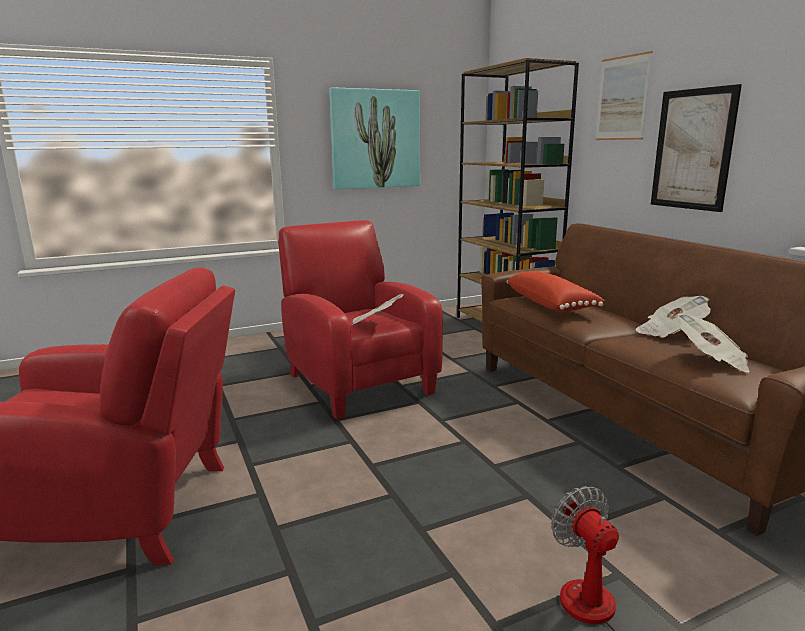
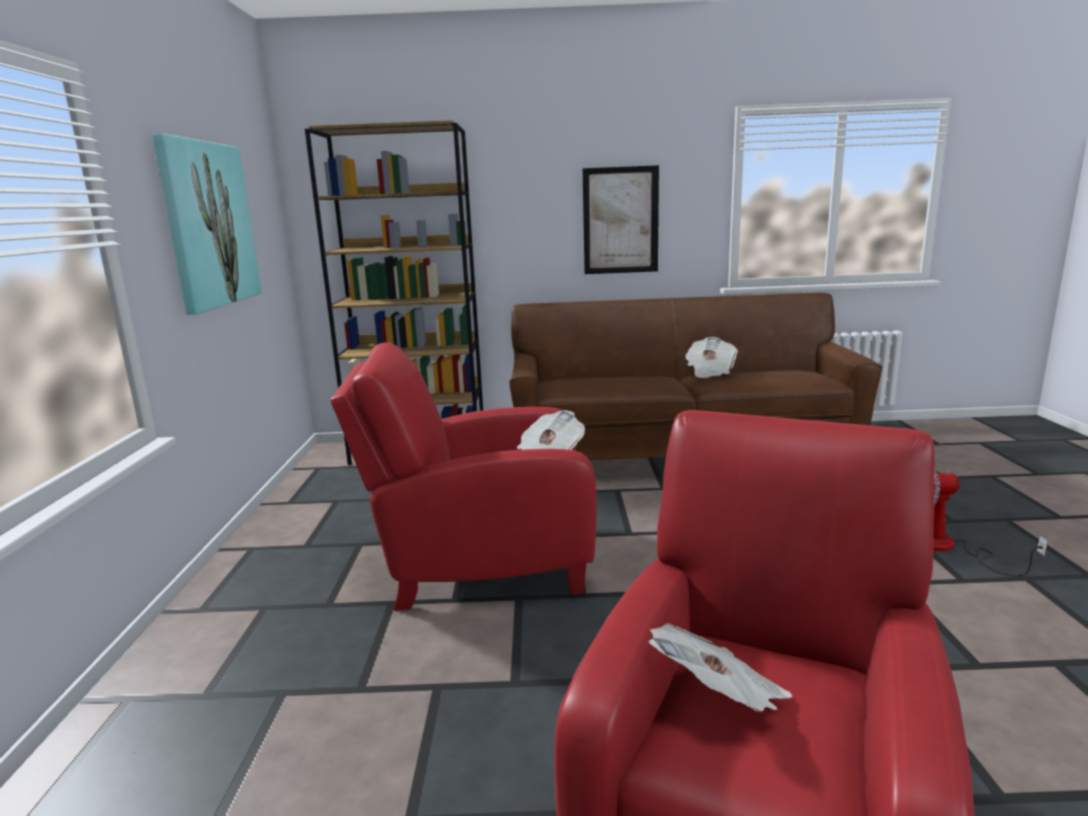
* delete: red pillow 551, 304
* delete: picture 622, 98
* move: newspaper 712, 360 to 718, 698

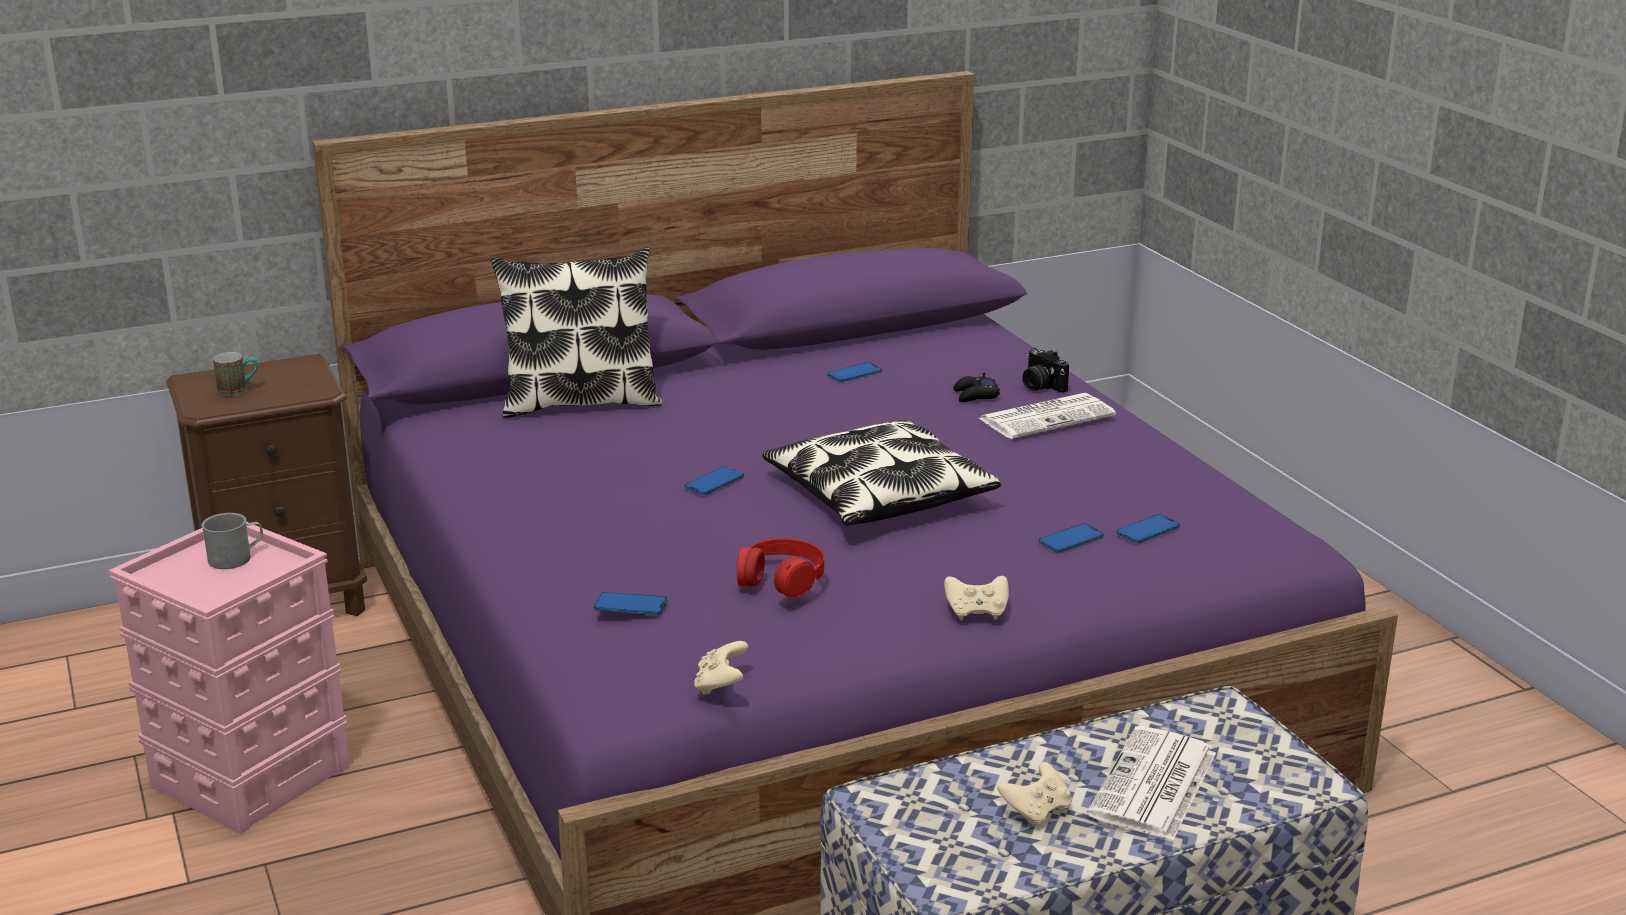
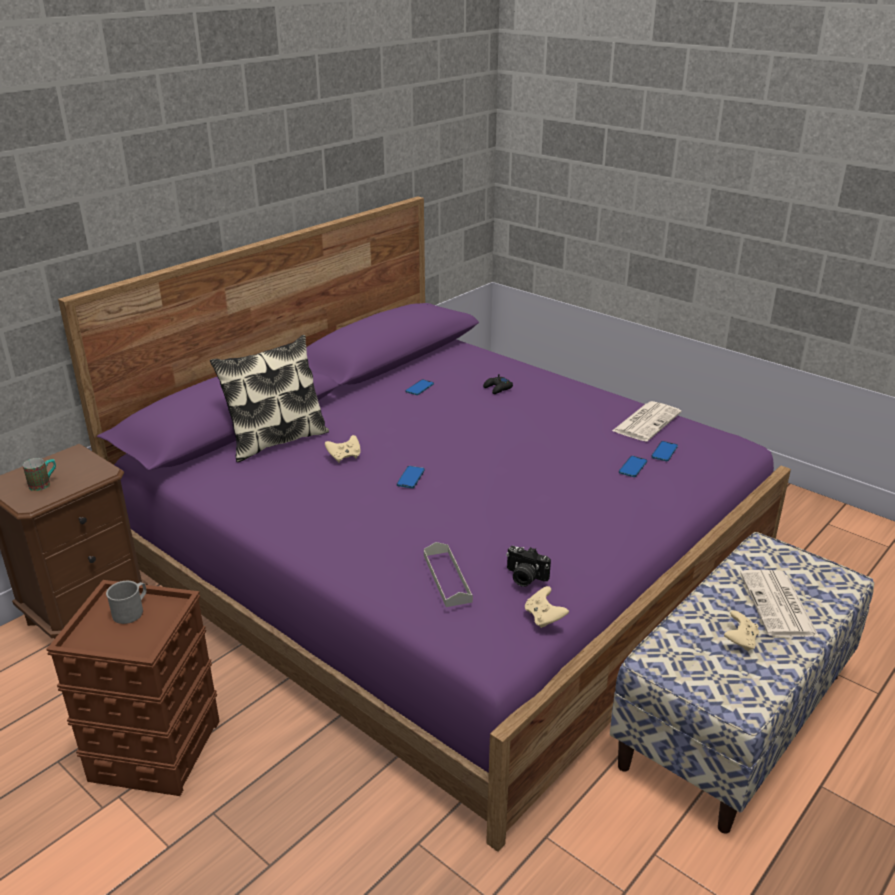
* delete: red headphones 781, 578
* delete: pillow 878, 495
* move: beige game controller 976, 612 to 344, 457
* move: newspaper 1047, 417 to 646, 421
* move: photo camera 1040, 386 to 524, 577
* replace: phone 630, 605 to grey tray 447, 578
* recolor: pink storage box 251, 775 to brown storage box 155, 749

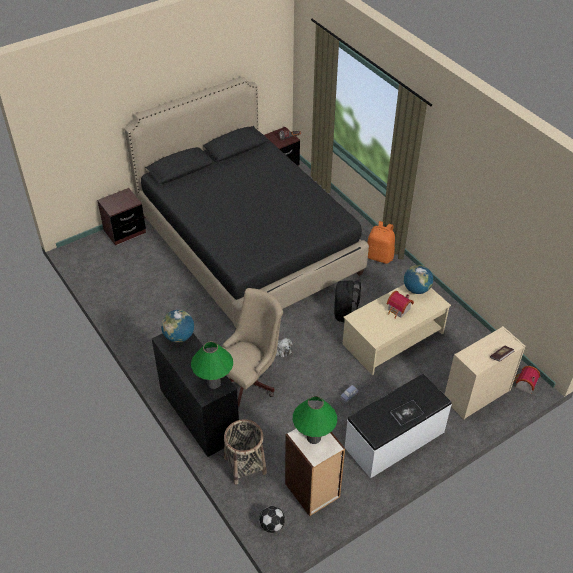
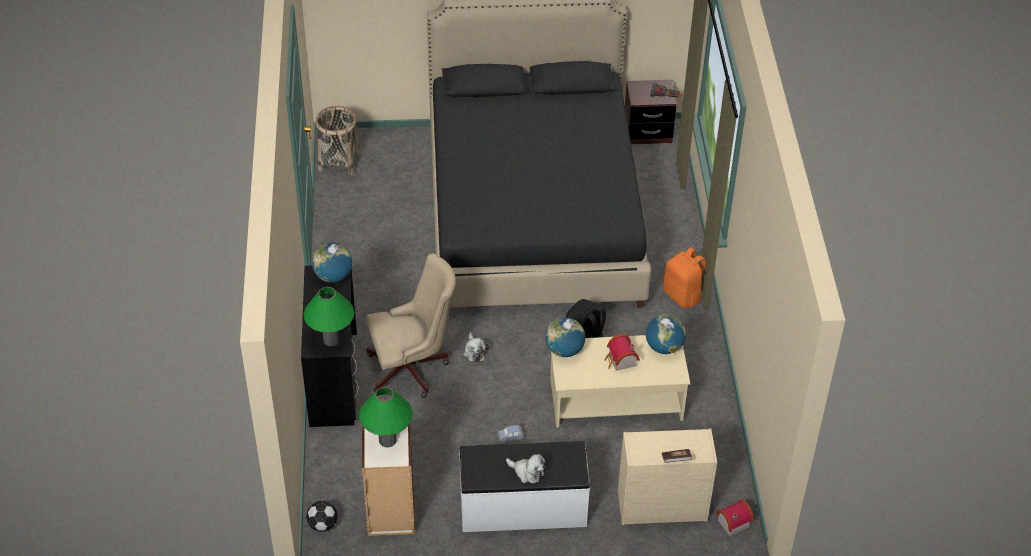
* delete: brown nightstand 125, 231
* insert: globe 564, 350
* move: basket 245, 465 to 339, 161
* replace: book 406, 413 to plush toy 527, 472

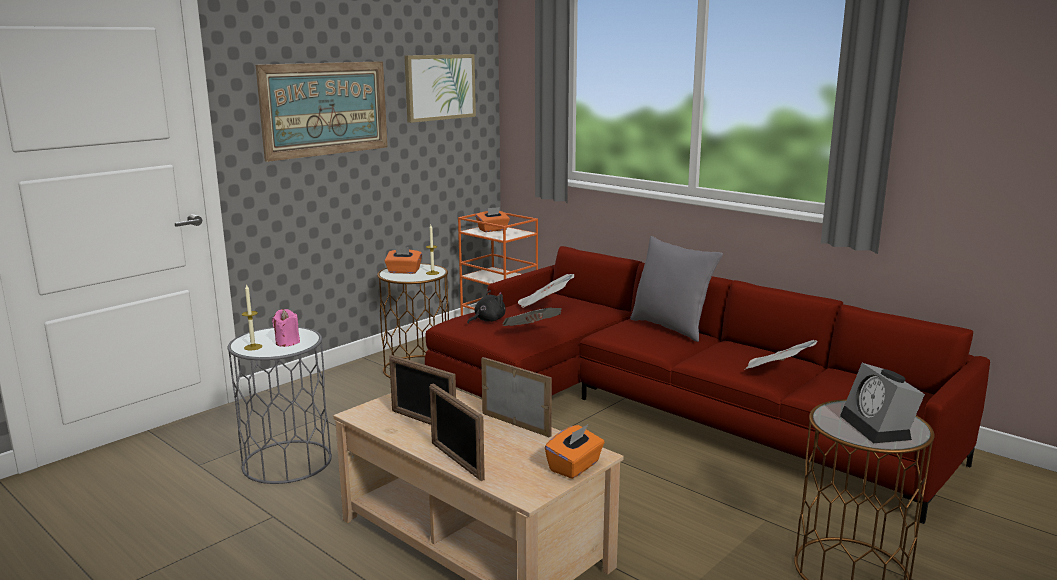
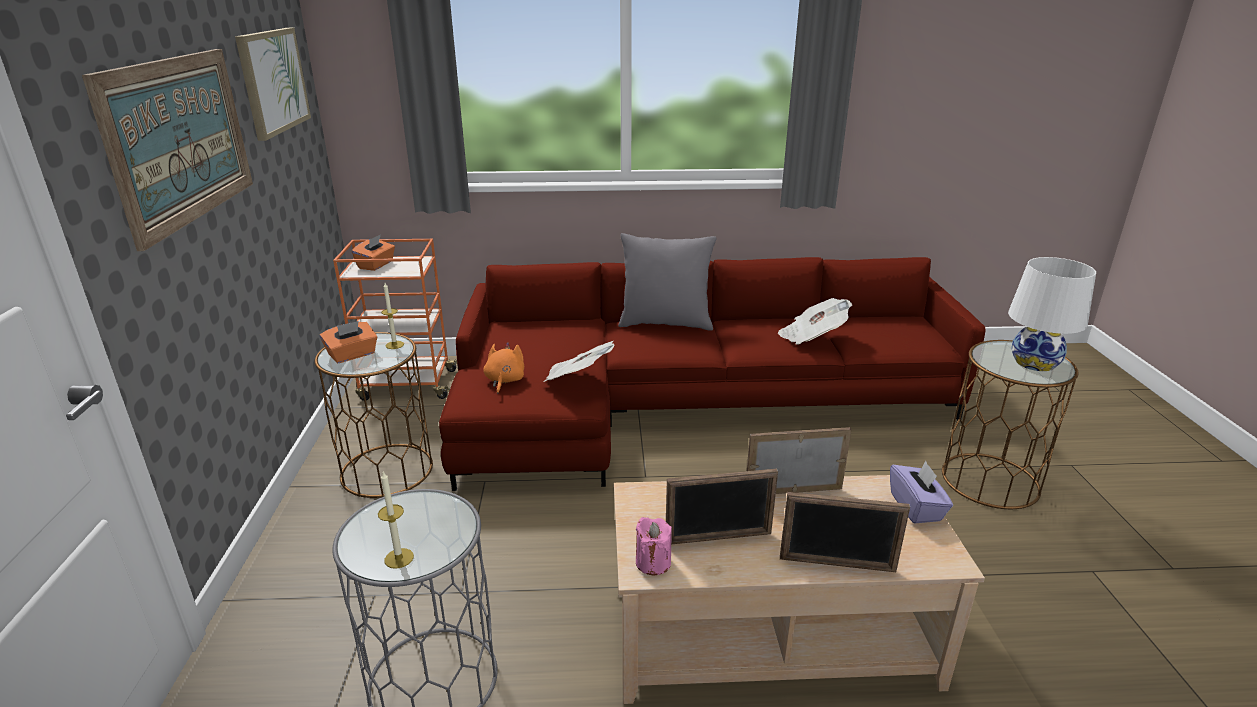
* delete: newspaper 544, 305
* move: pink candle 287, 342 to 653, 562
* replace: alarm clock 879, 428 to white table lamp 1034, 363
* recolor: black plush toy 487, 320 to orange plush toy 504, 381
* recolor: orange tissue box 575, 467 to purple tissue box 916, 507

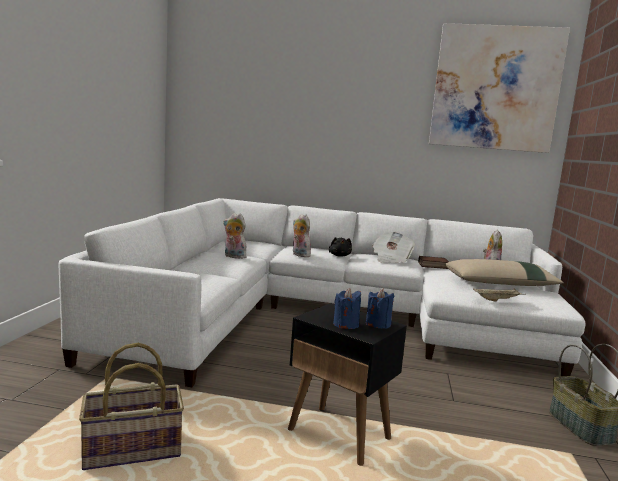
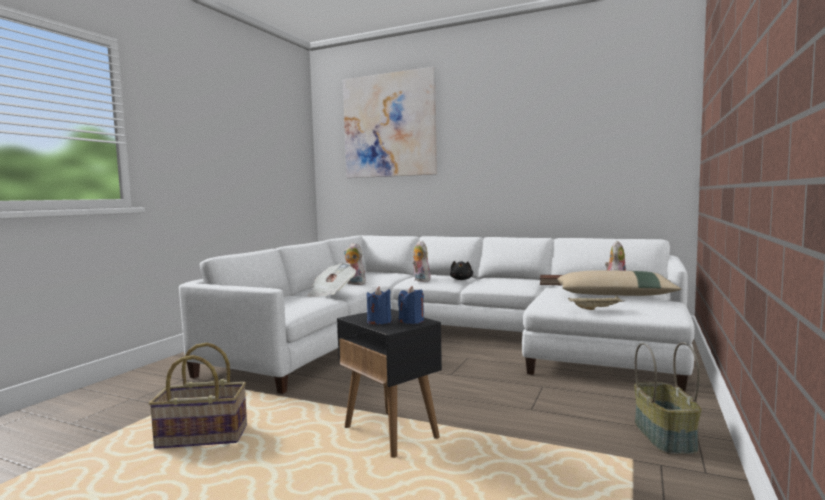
* move: newspaper 391, 259 to 331, 293
* move: picture 495, 88 to 389, 125

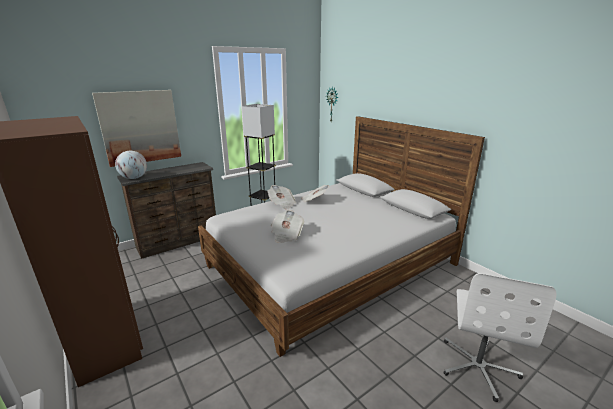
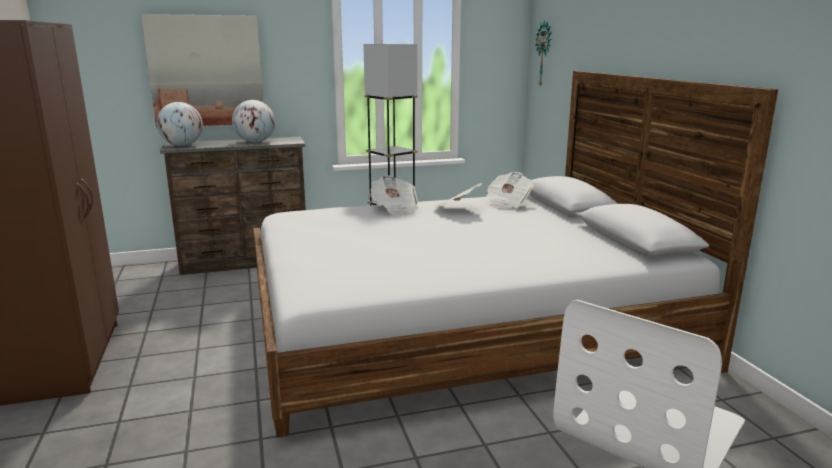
* insert: globe 255, 142
* move: newspaper 286, 235 to 507, 204

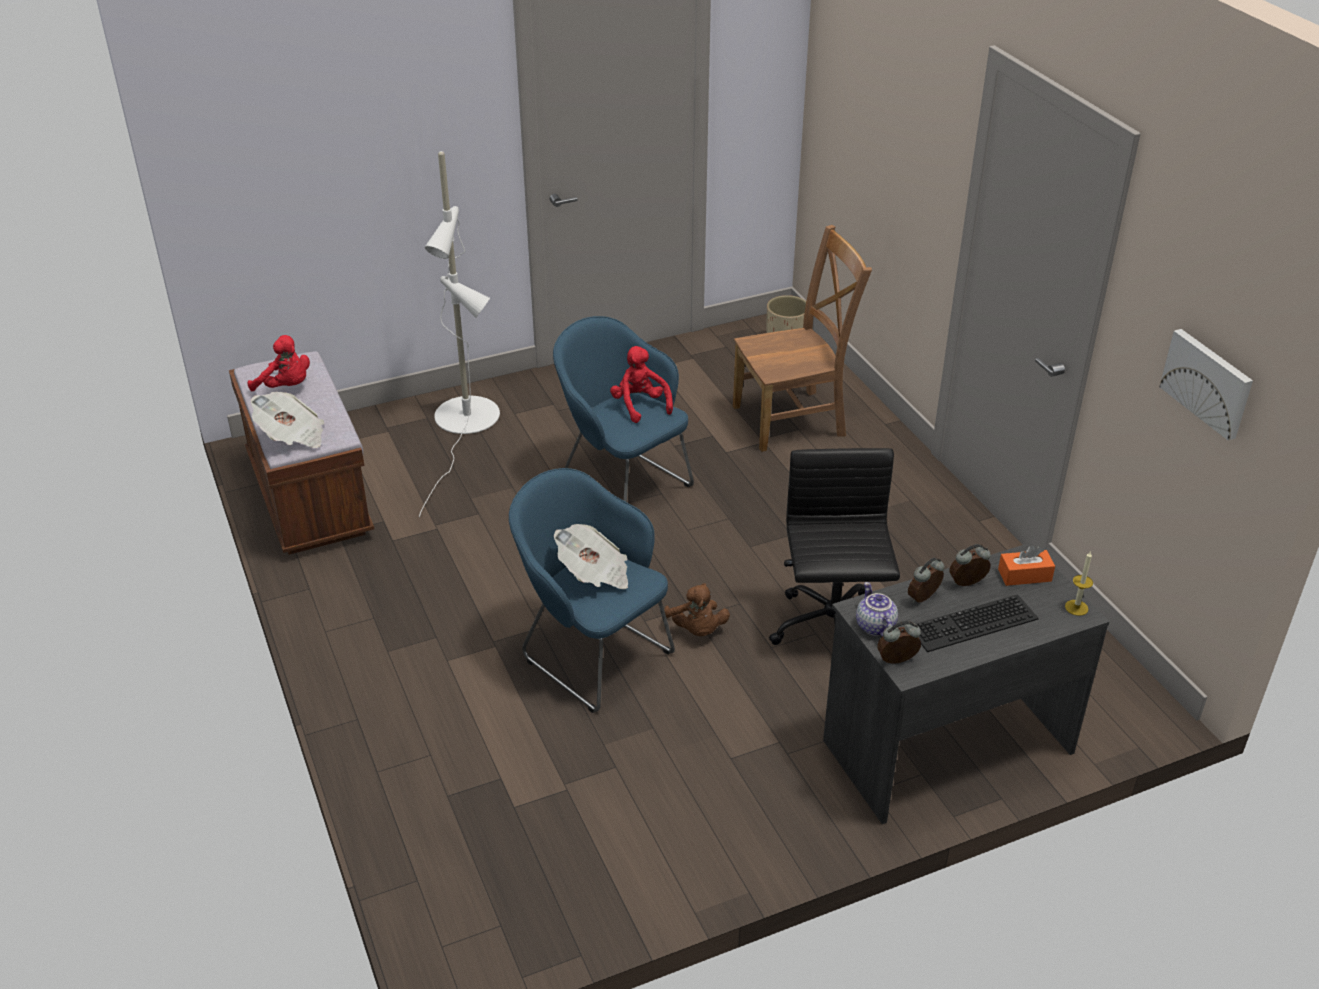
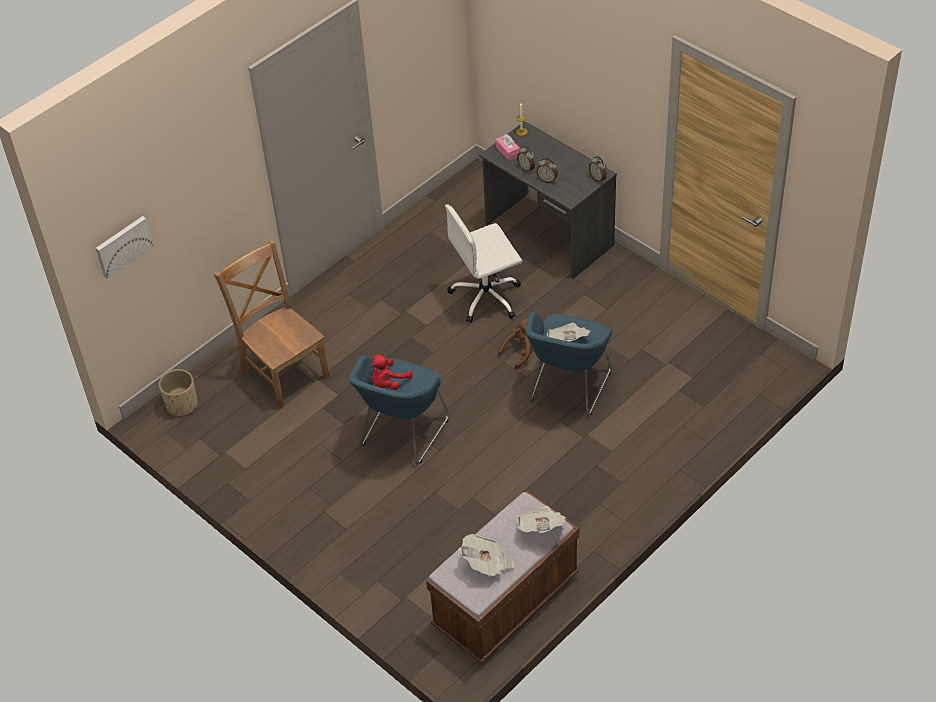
* delete: white floor lamp 464, 424
* delete: teapot 874, 626
* delete: keyboard 973, 625
* move: picture 1208, 382 to 123, 245
* replace: red plush toy 286, 387 to newspaper 487, 564
* recolor: black office chair 833, 629 to white office chair 487, 297
* recolor: orange tissue box 1024, 575 to pink tissue box 507, 151

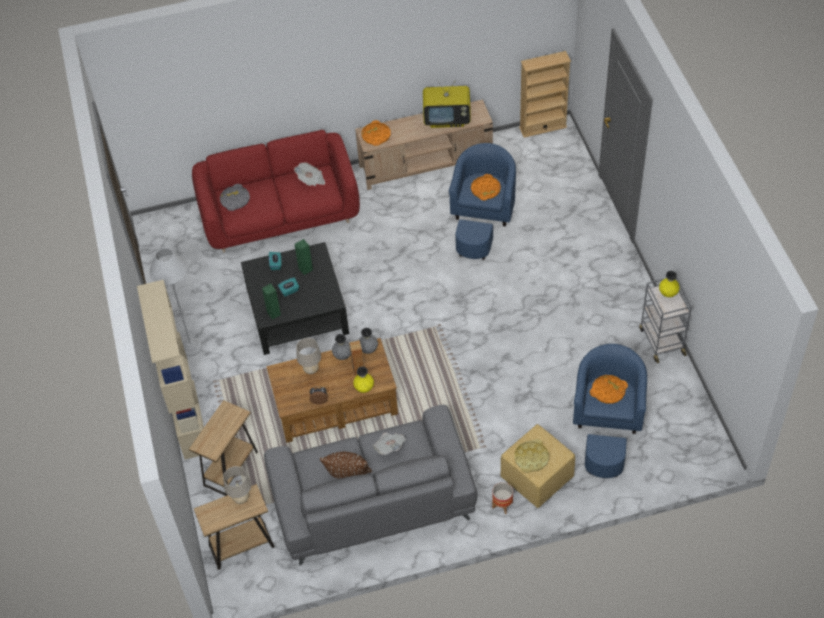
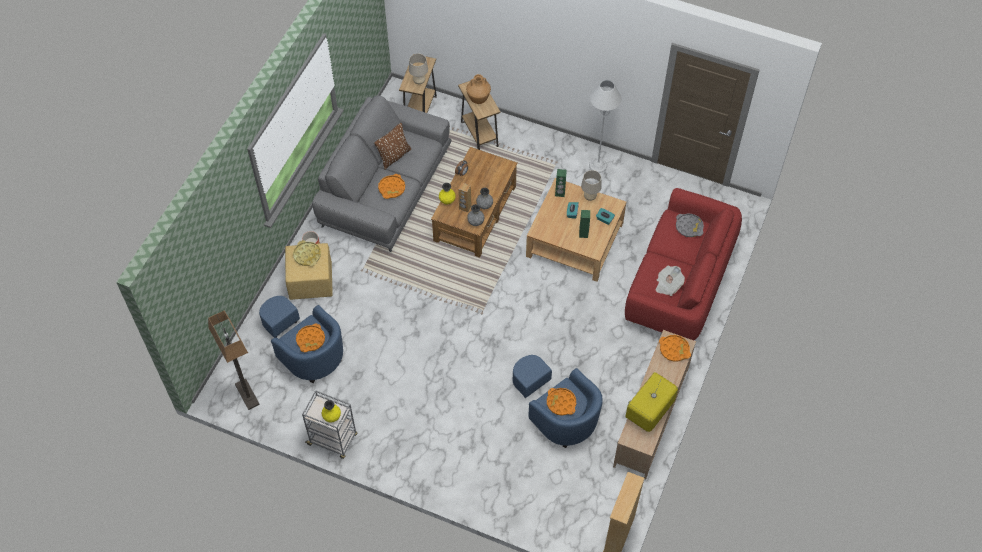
* delete: beige bookcase 188, 419
* insert: floor lamp 247, 394
* insert: brown vase 478, 99
* move: beige table lamp 311, 370 to 590, 197
* replace: newspaper 389, 447 to orange tray 392, 188
* recolor: black coffee table 297, 311 to beige coffee table 574, 240

